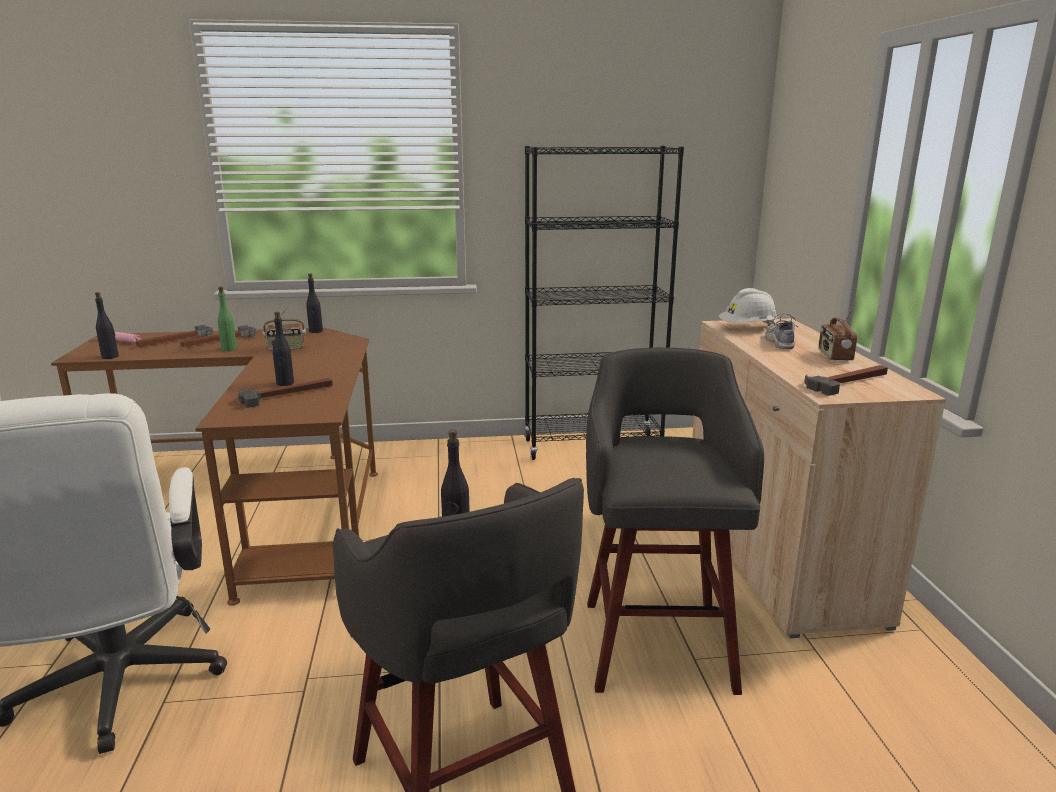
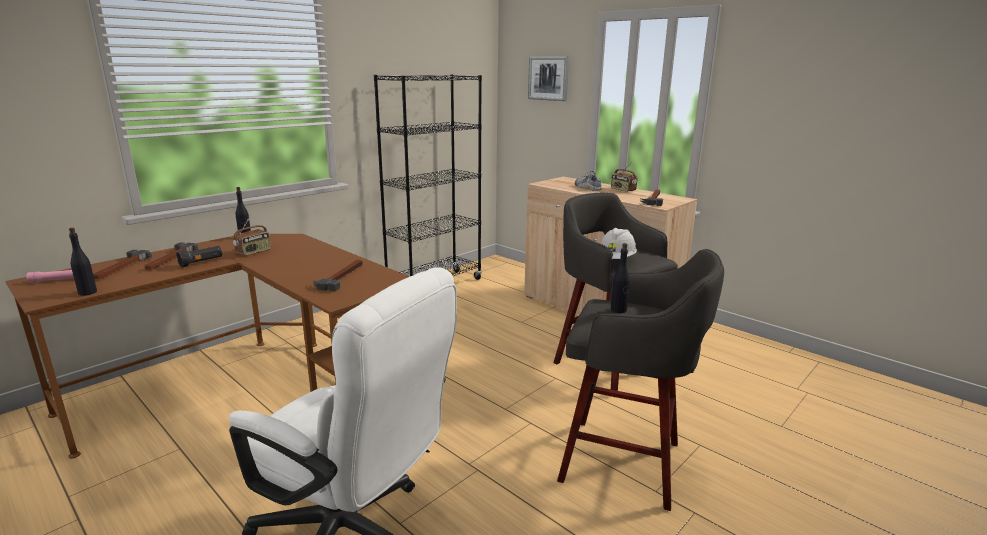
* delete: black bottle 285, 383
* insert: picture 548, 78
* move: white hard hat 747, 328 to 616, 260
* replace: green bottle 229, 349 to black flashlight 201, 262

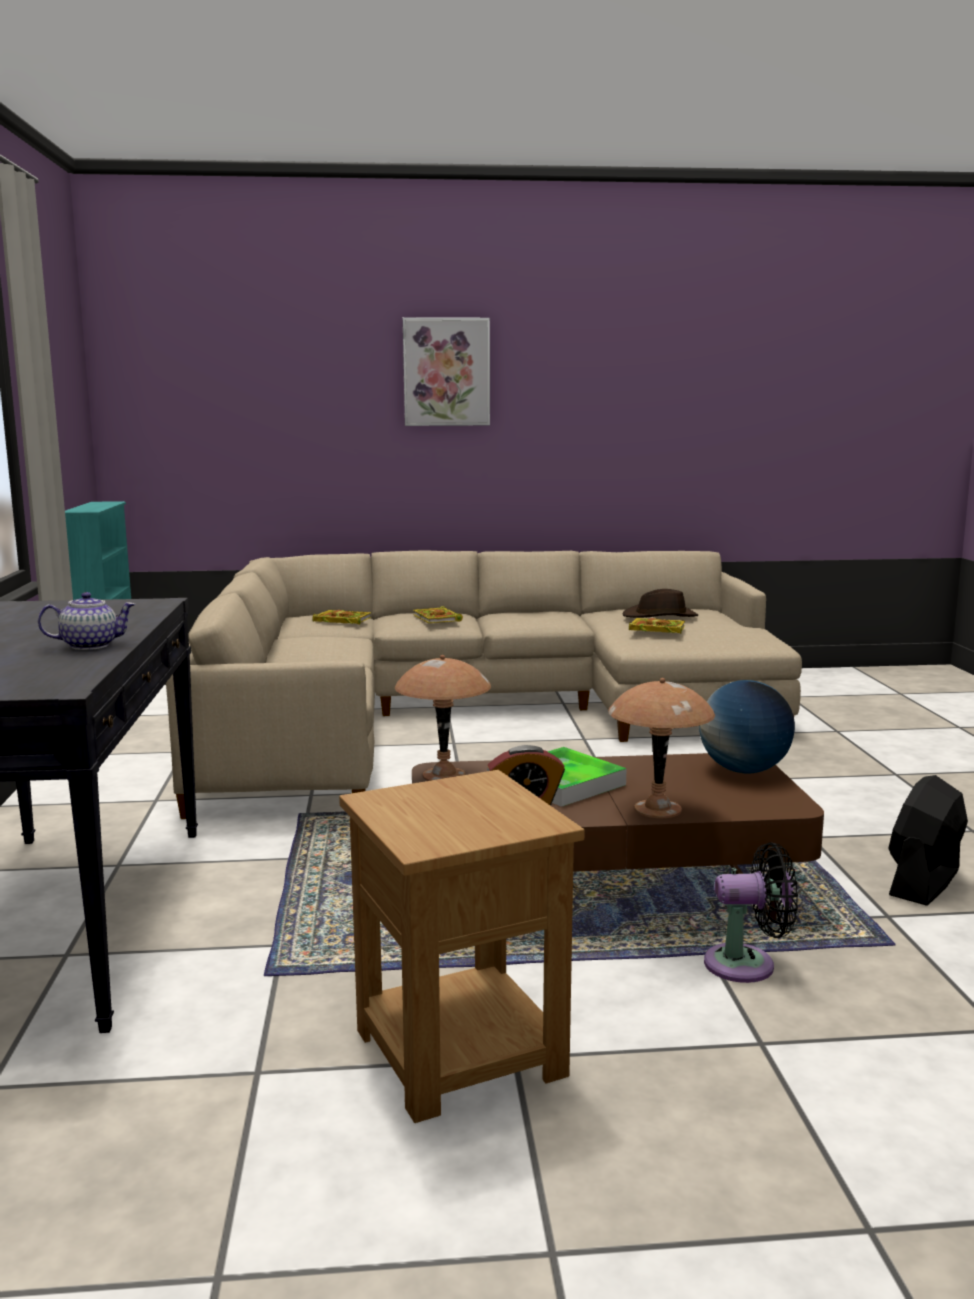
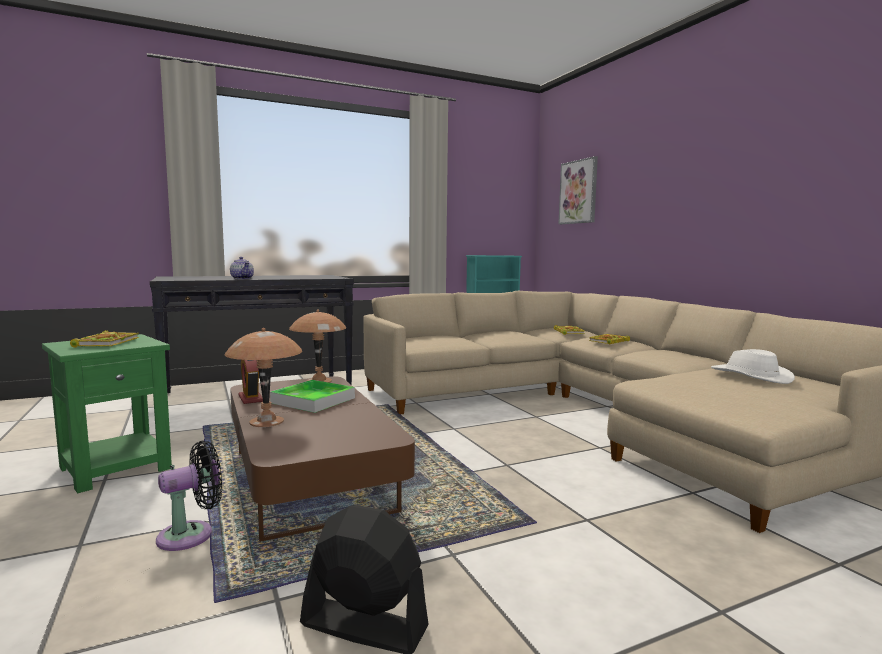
* delete: globe 744, 770
* move: picture 446, 372 to 578, 192
* move: book 655, 629 to 107, 342
* recolor: brown side table 457, 1051 to green side table 117, 467
* recolor: brown hat 660, 616 to white hat 750, 376
* rotate: black fan 747, 964 = 191, 534 105 degrees counterclockwise

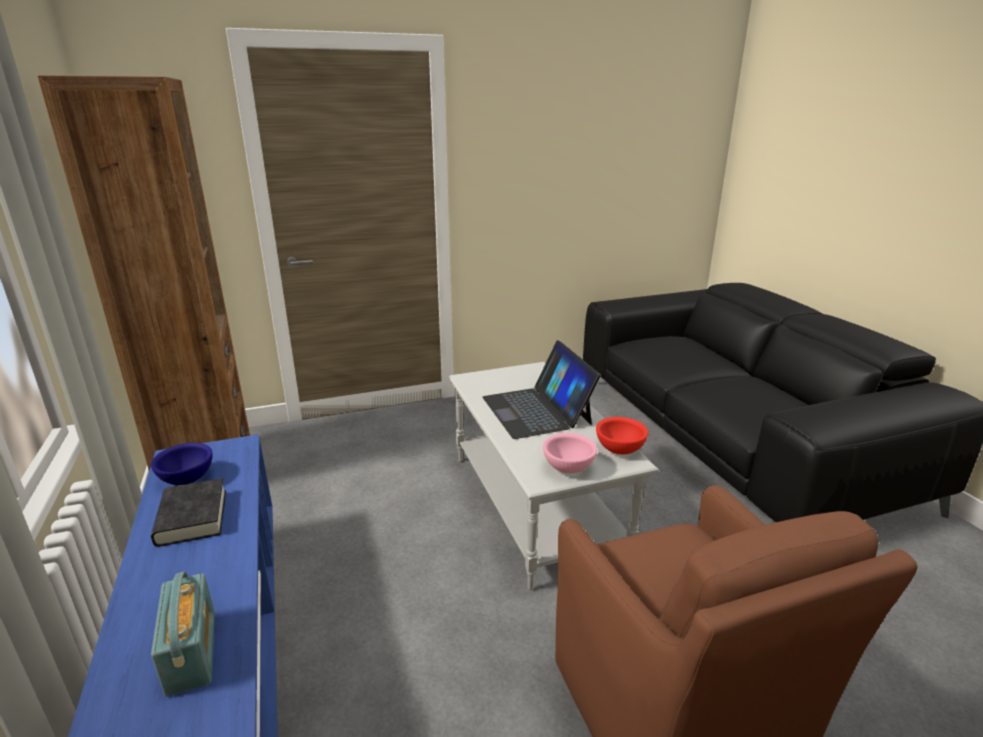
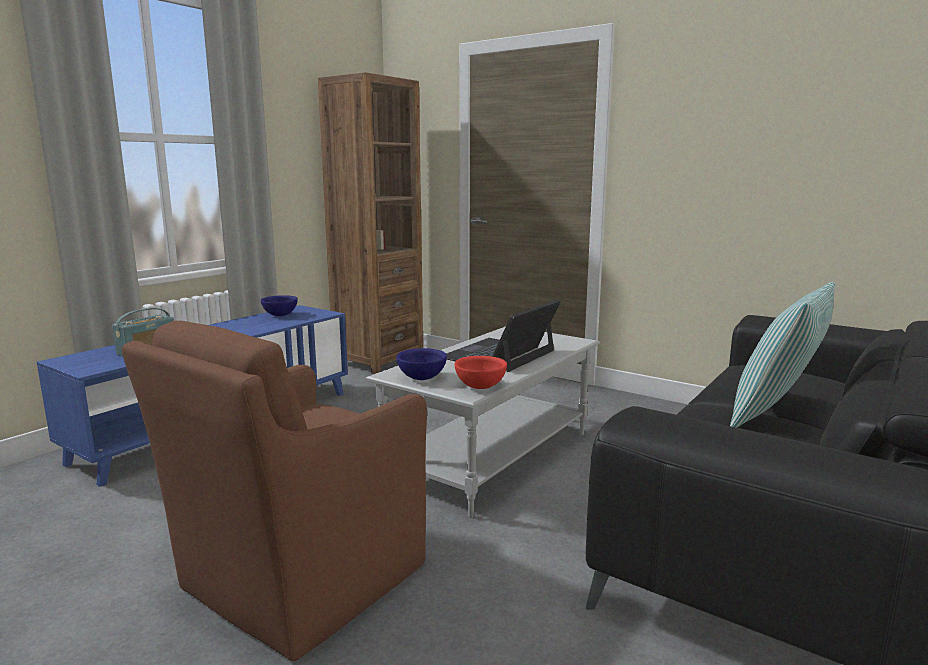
* delete: black book 192, 518
* insert: pillow 776, 413
* recolor: pink bowl 568, 468 to blue bowl 421, 378

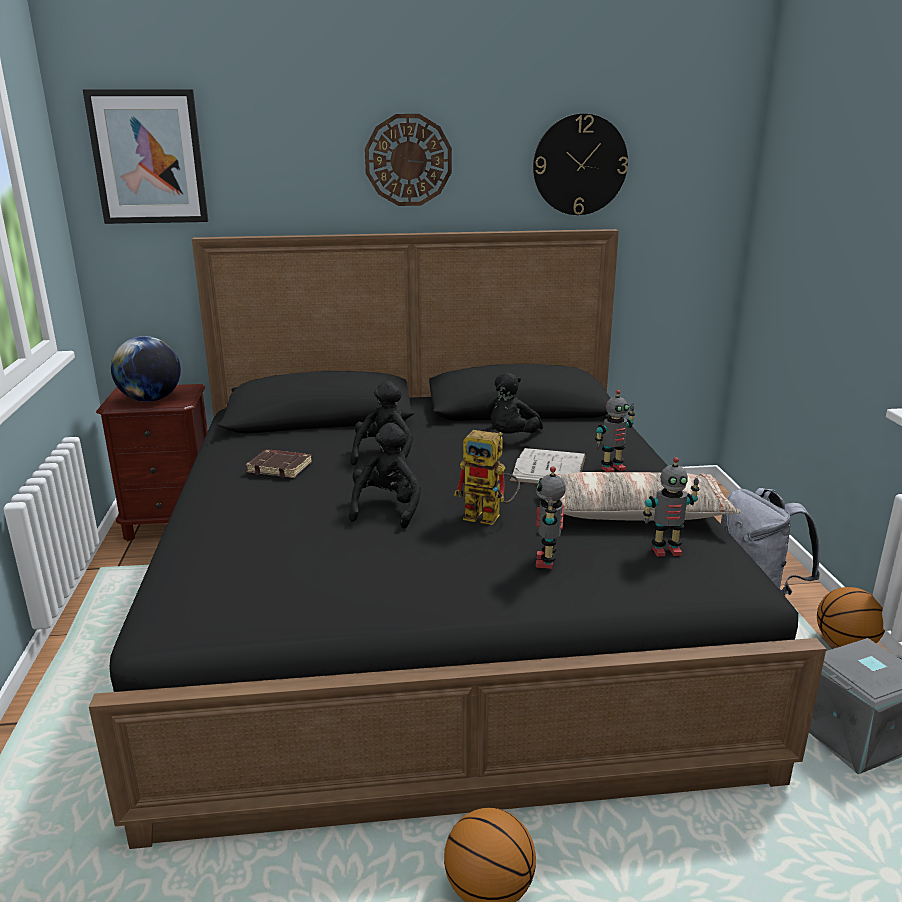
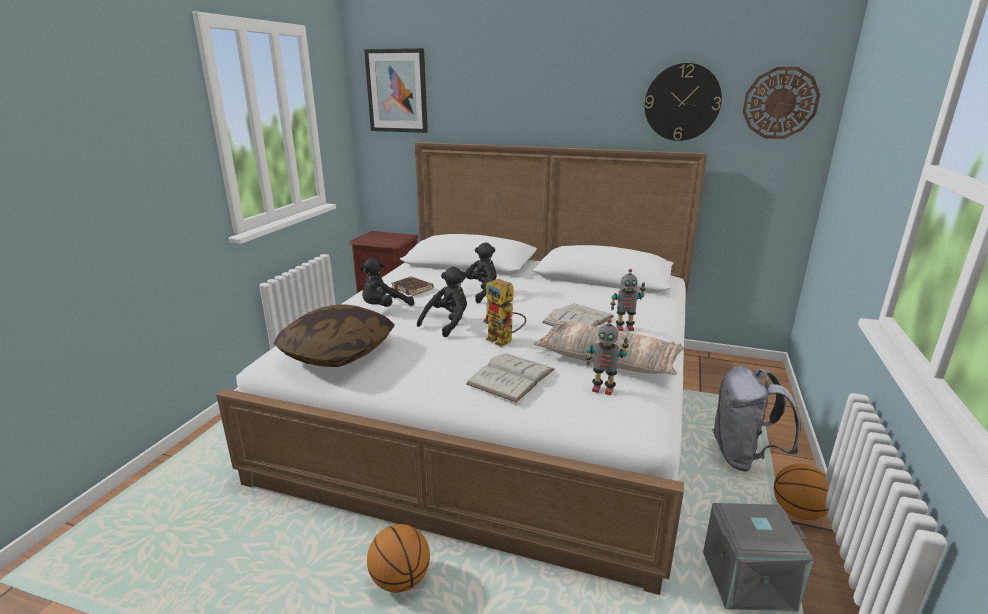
* delete: globe 151, 400
* insert: pillow 338, 352
* move: wall clock 408, 160 to 780, 103
* move: black plush toy 511, 437 to 384, 308
* replace: toy robot 547, 561 to white book 511, 376
* recolor: black bed 436, 609 to white bed 501, 403

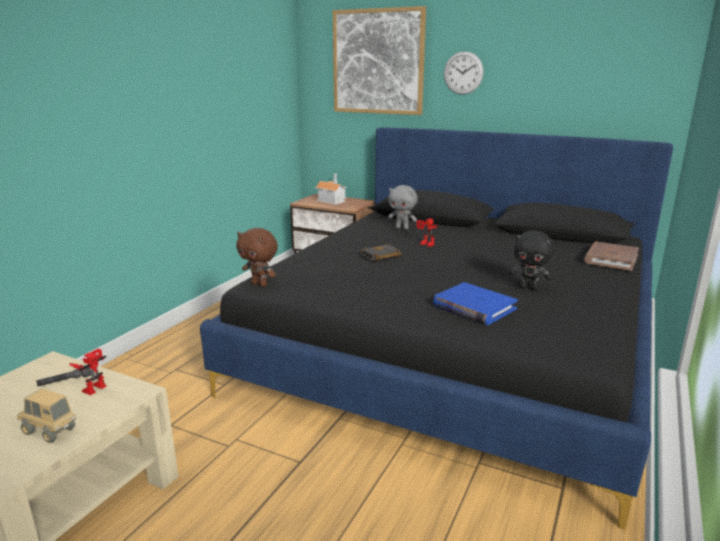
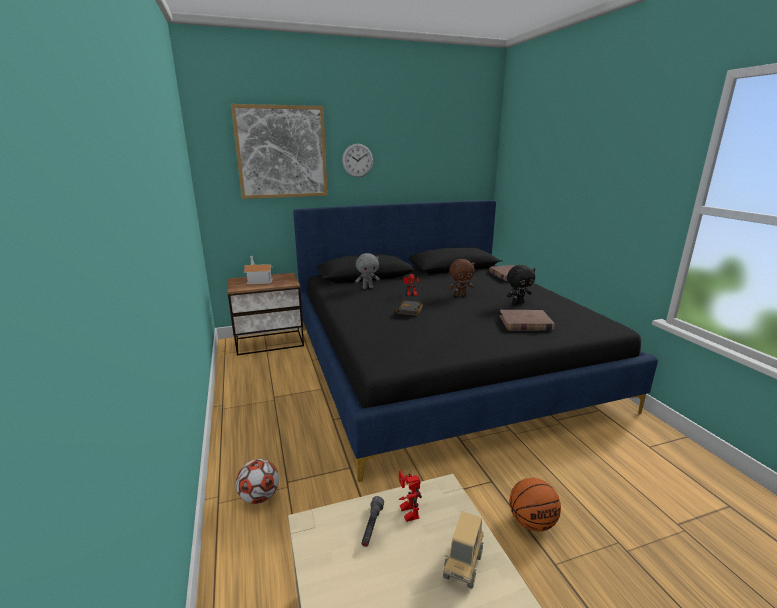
* insert: football 259, 497
* insert: basketball 532, 522
* move: brown plush toy 260, 284 to 460, 295
* recolor: blue book 474, 307 to brown book 525, 323
* rotate: toy truck 50, 431 = 463, 565 45 degrees counterclockwise

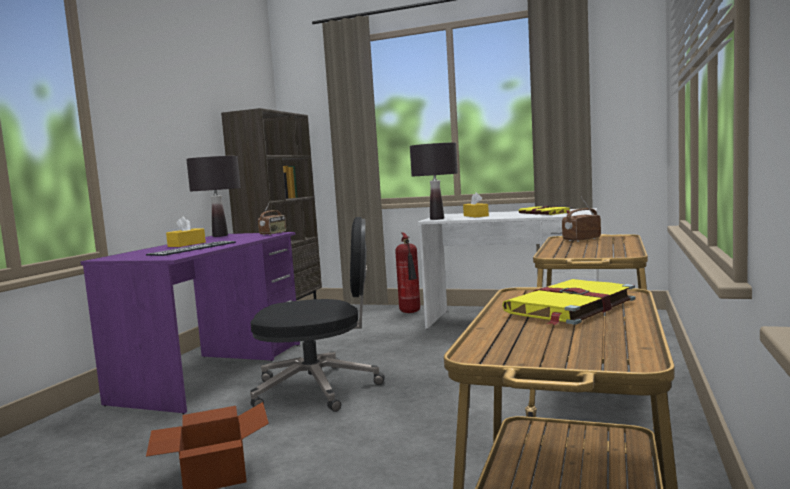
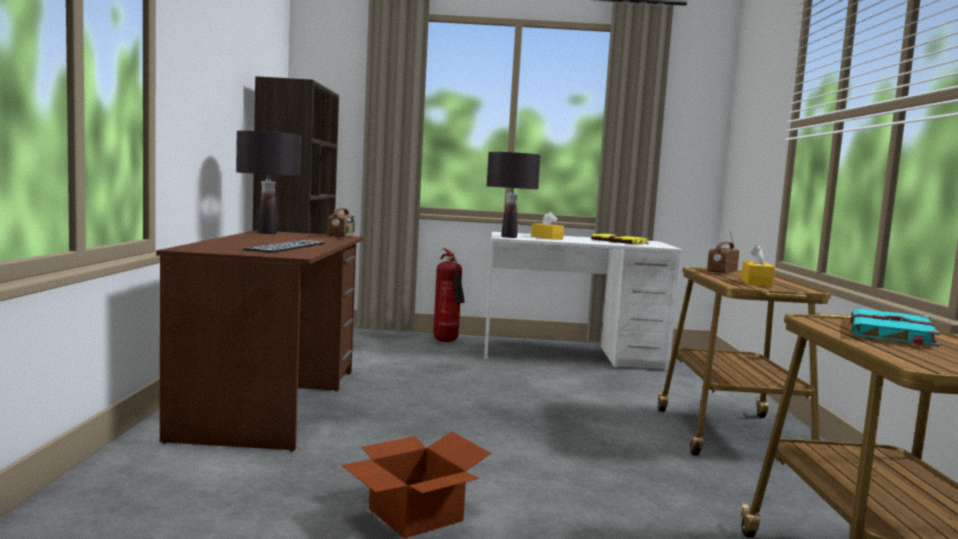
* delete: black office chair 319, 388
* move: yellow tissue box 187, 244 to 756, 282
* recolor: purple desk 213, 371 to brown desk 272, 402
* recolor: yellow book 569, 306 to turquoise book 891, 332

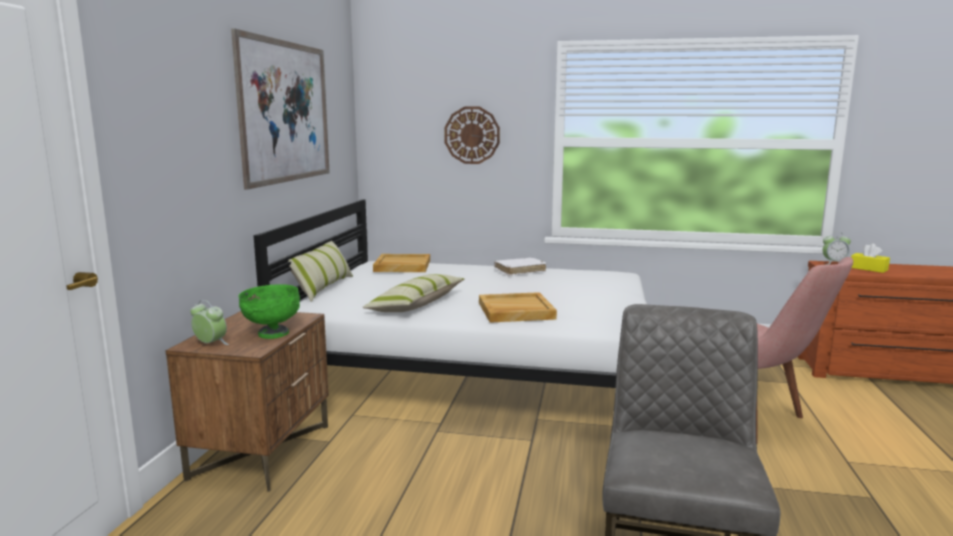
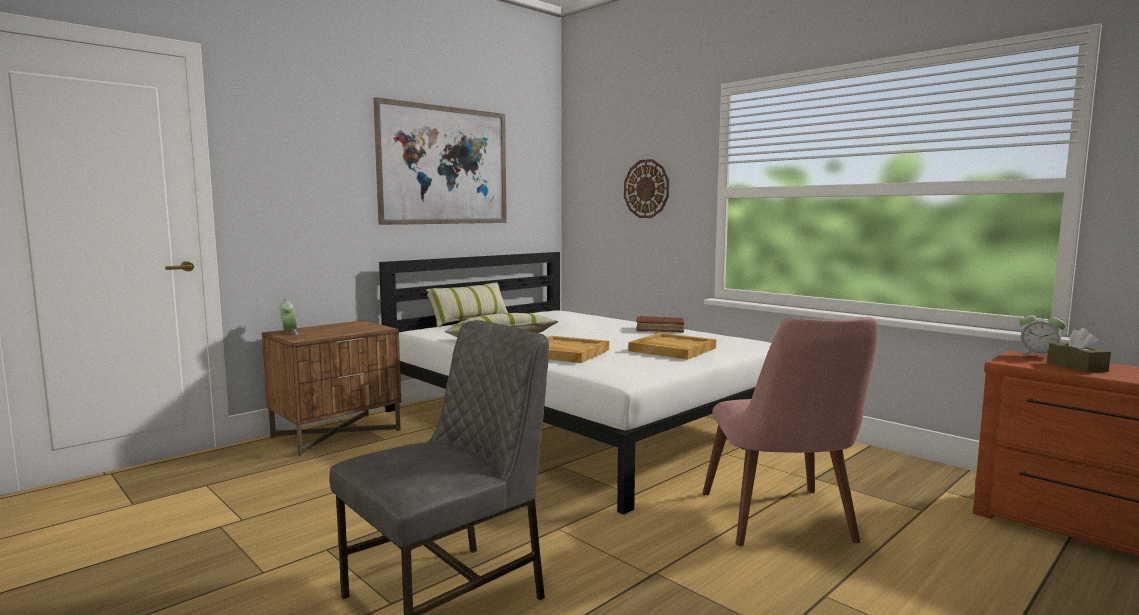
* delete: green bowl 272, 334
* move: beige tray 402, 266 to 671, 349
* recolor: white book 520, 271 to brown book 660, 329
* recolor: yellow tissue box 868, 269 to brown tissue box 1076, 367

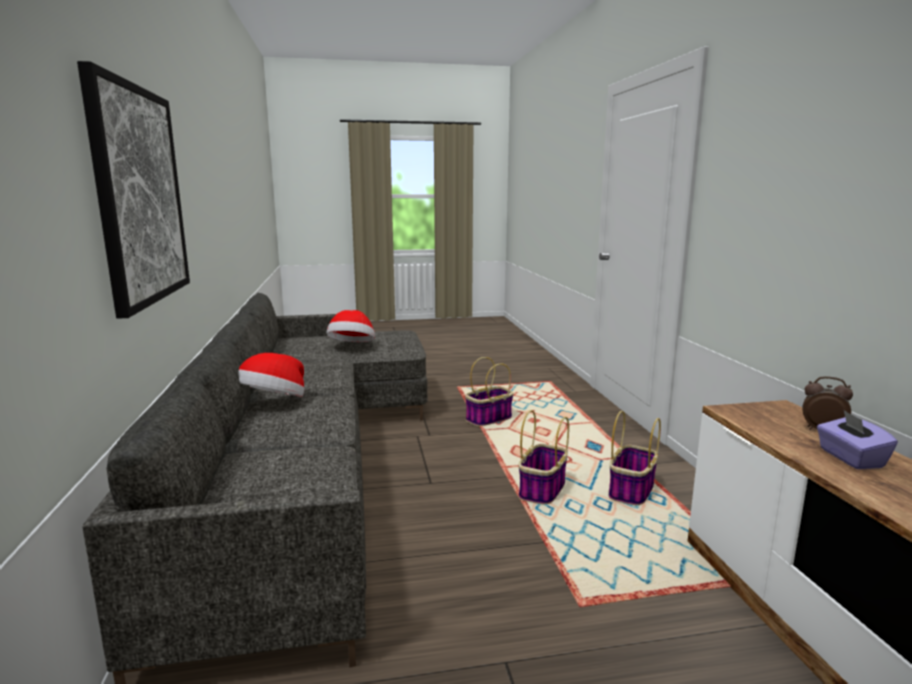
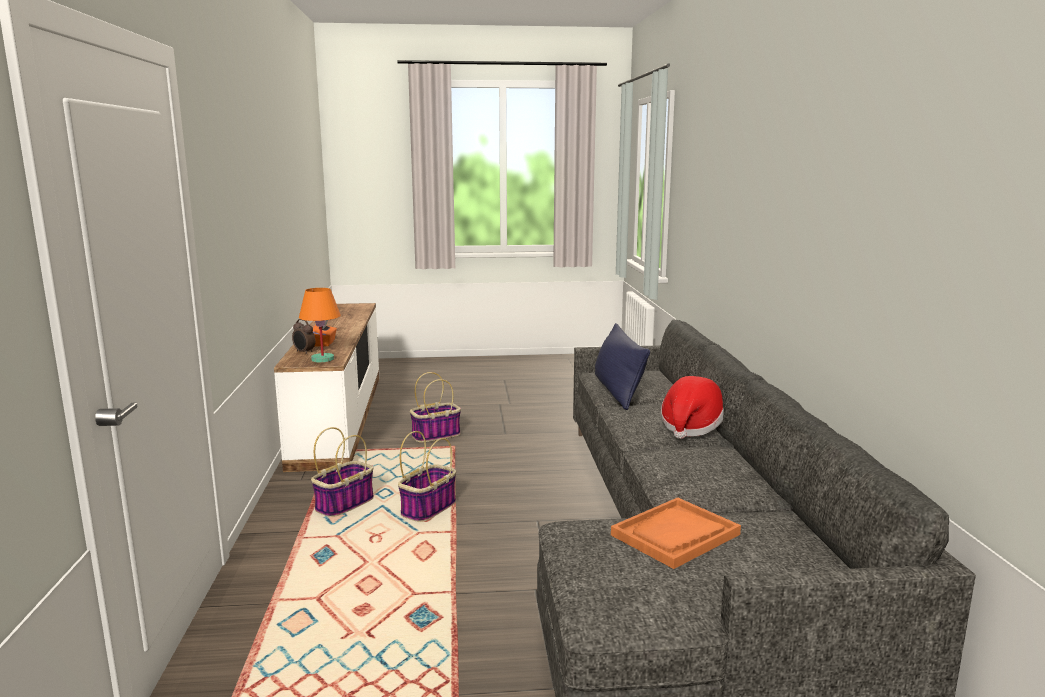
* delete: picture 140, 195
* insert: orange table lamp 323, 359
* insert: blue pillow 617, 391
* move: basket 488, 419 to 436, 435
* replace: hat 352, 347 to orange tray 675, 535
* recolor: purple tissue box 850, 458 to orange tissue box 324, 343

